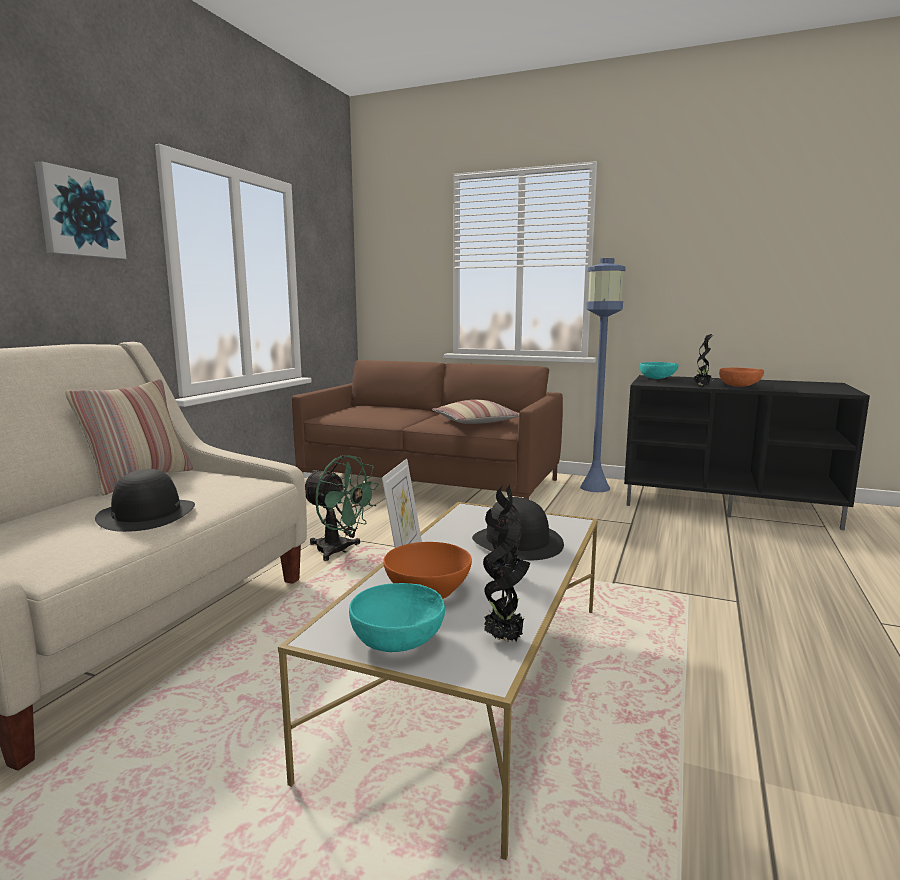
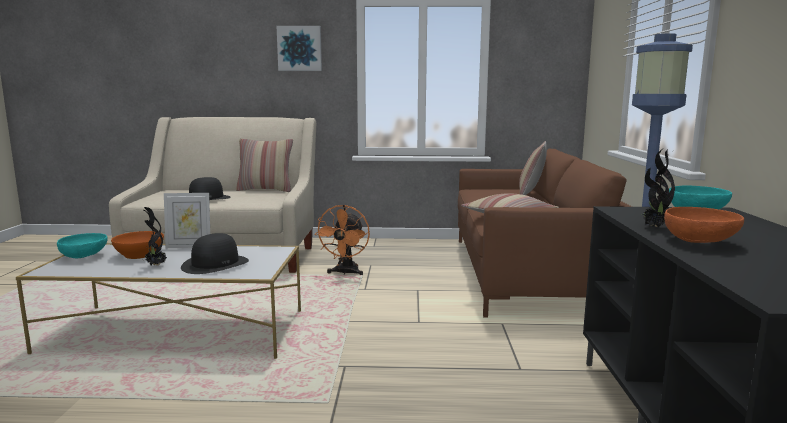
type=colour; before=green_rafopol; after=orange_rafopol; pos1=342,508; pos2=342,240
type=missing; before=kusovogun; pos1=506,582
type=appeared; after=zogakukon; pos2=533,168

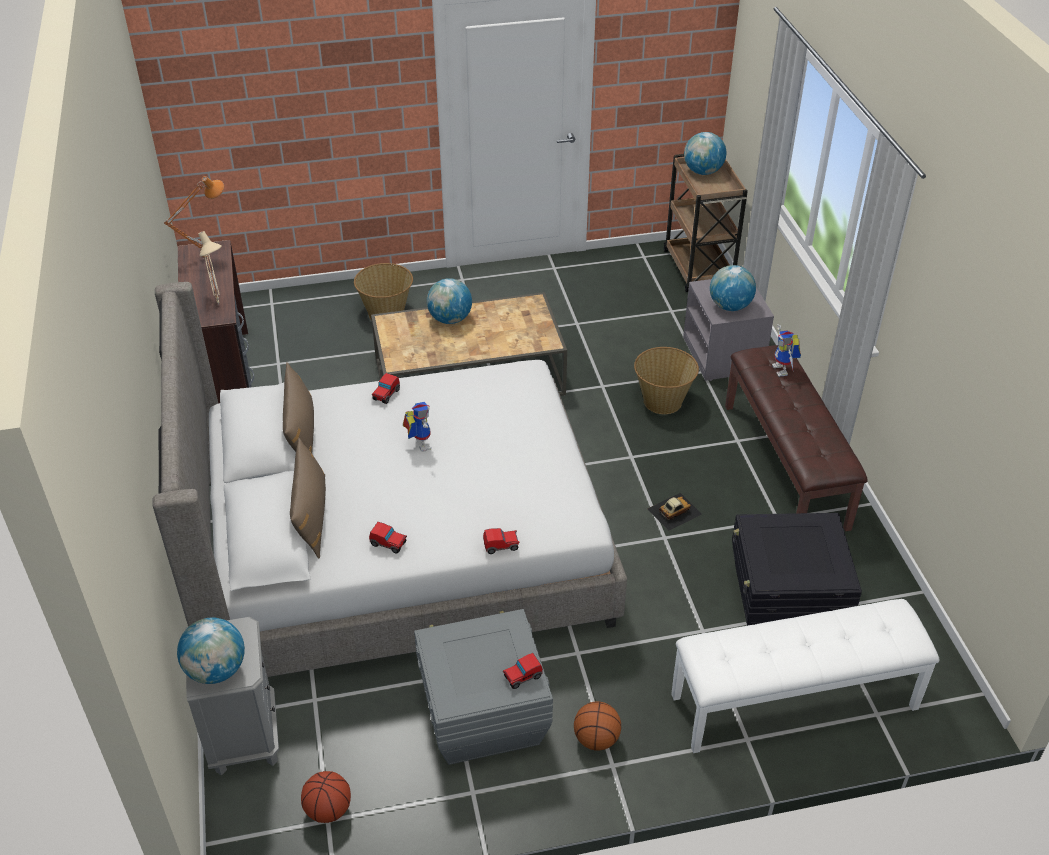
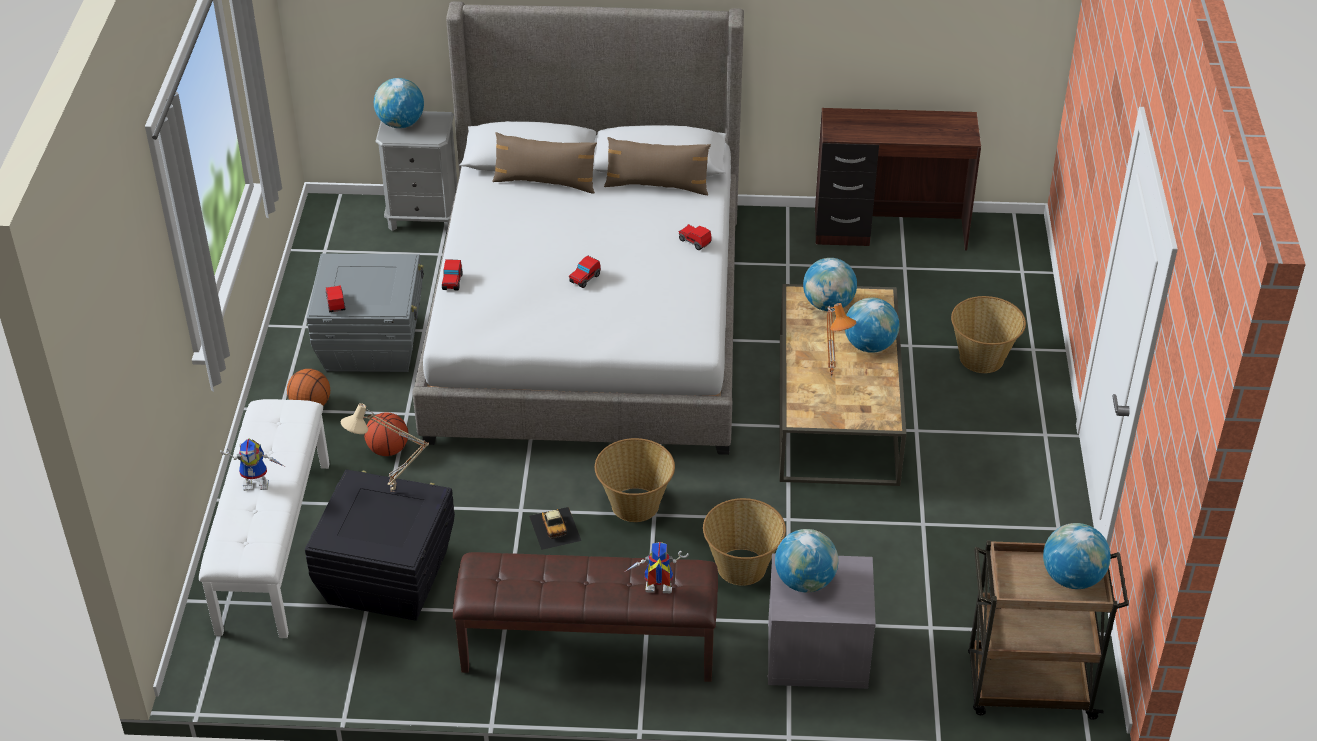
type=relocated; before=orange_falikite; pos1=194,217; pos2=841,340
type=relocated; before=beige_falikite; pos1=210,268; pos2=385,447
type=relocated; before=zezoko; pos1=326,797; pos2=386,434
type=relocated; before=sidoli; pos1=388,538; pos2=585,271
type=relocated; before=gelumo; pos1=417,427; pos2=252,464
type=appeared; after=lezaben; pos2=635,480
type=appeared; after=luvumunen; pos2=830,284

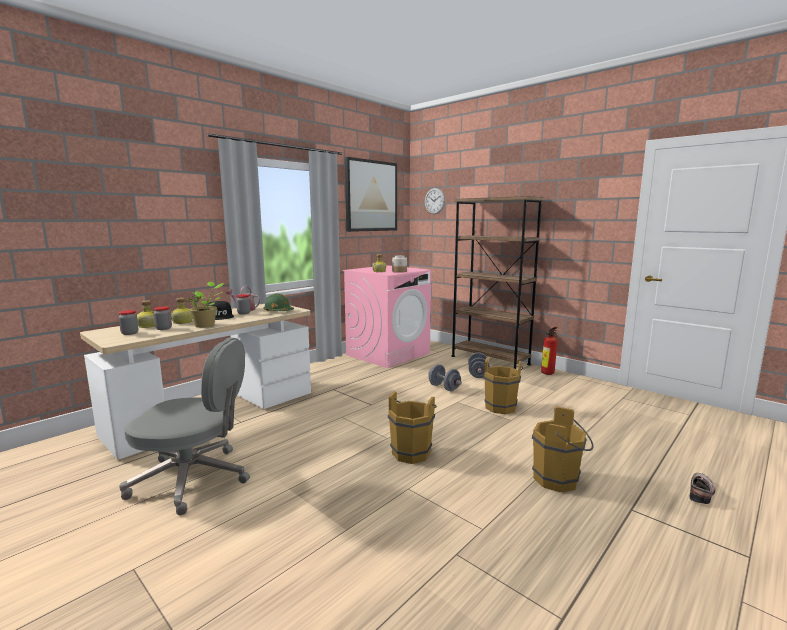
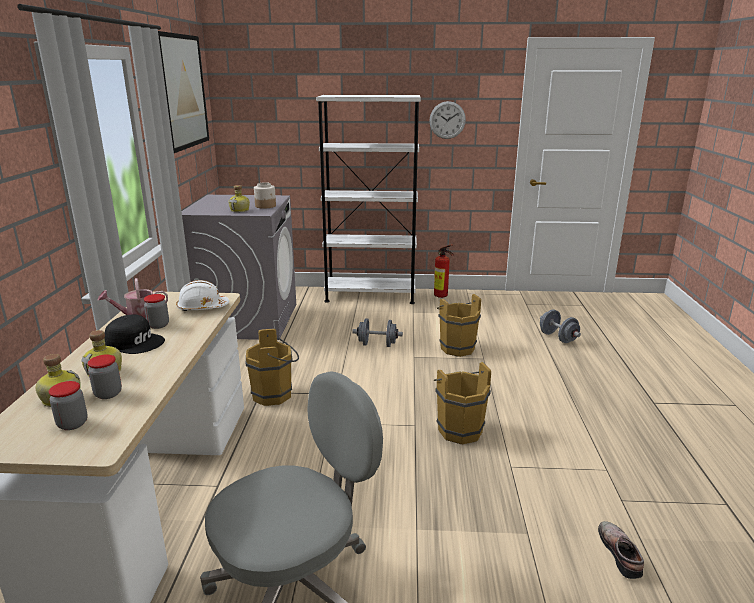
type=missing; before=kusovogun; pos1=205,305
type=colour; before=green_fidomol; after=white_fidomol; pos1=278,302; pos2=202,295
type=colour; before=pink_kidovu; after=grey_kidovu; pos1=387,316; pos2=238,267
type=relocated; before=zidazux; pos1=435,201; pos2=447,120
type=colour; before=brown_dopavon; after=white_dopavon; pos1=497,282; pos2=368,199
type=relocated; before=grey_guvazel; pos1=479,365; pos2=560,326
type=relocated; before=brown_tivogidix; pos1=563,449; pos2=272,367
type=relocated; before=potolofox; pos1=702,488; pos2=621,550

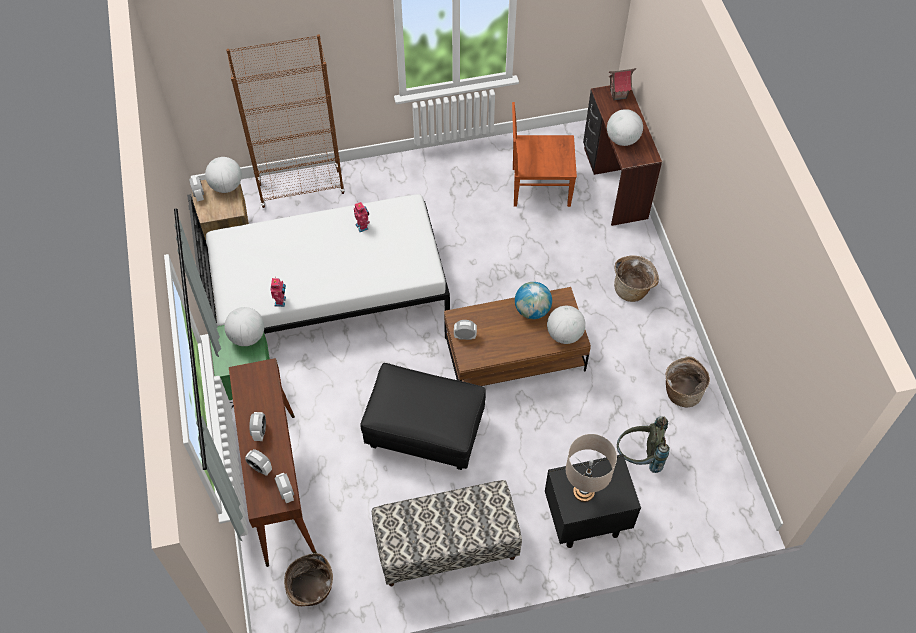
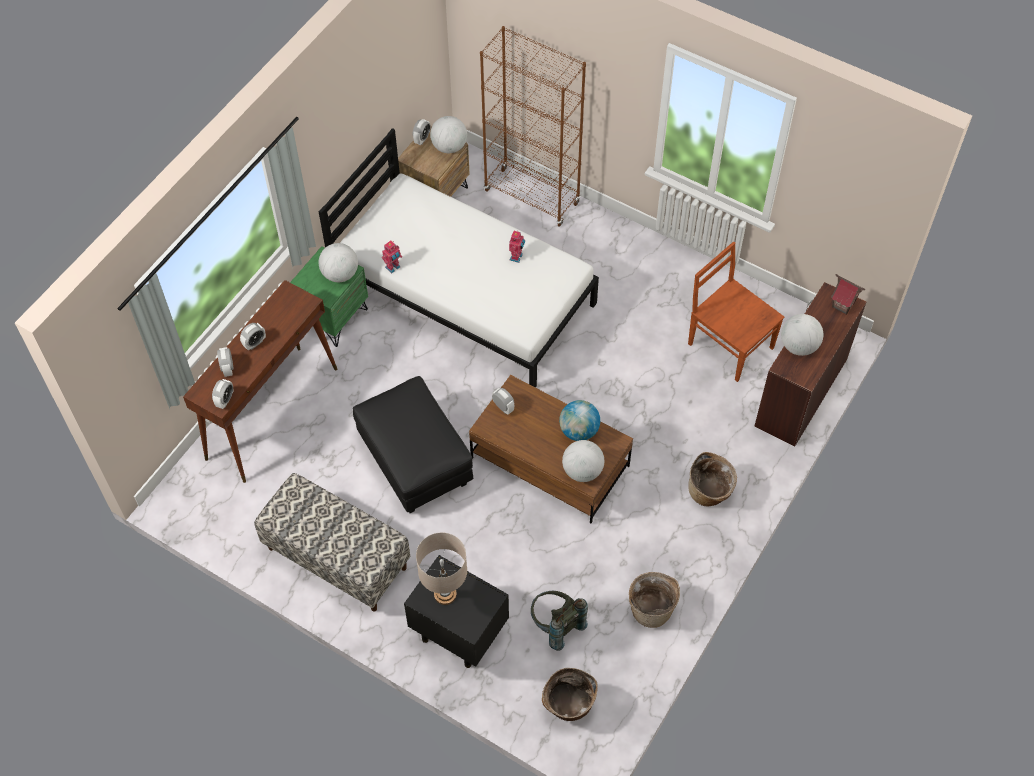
type=relocated; before=lezaben; pos1=308,579; pos2=570,694

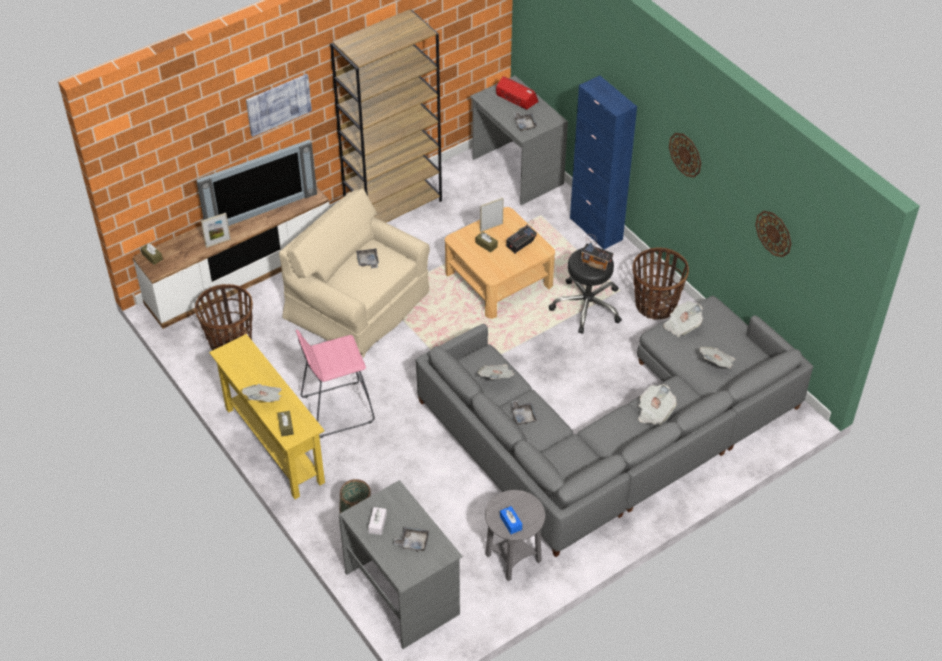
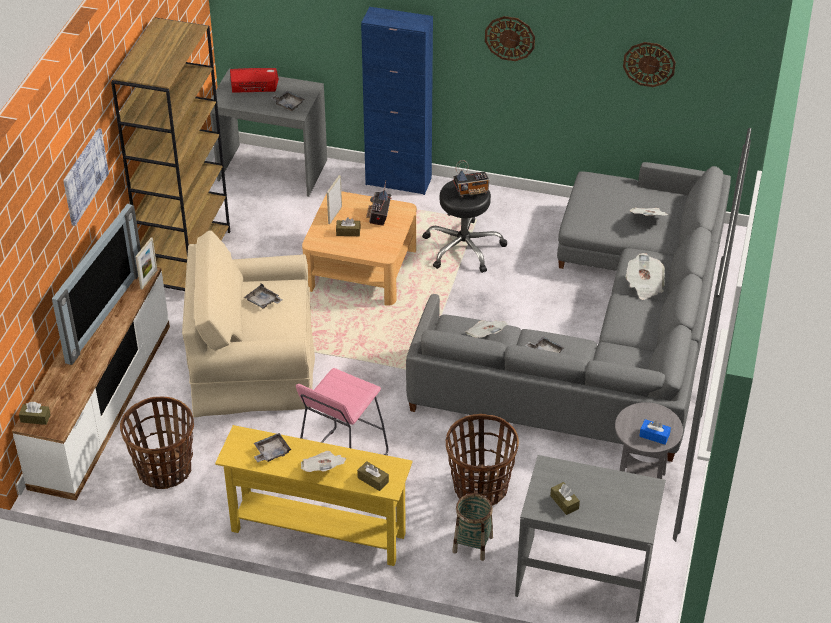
type=relocated; before=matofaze; pos1=216,230; pos2=146,263
type=colour; before=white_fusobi; after=brown_fusobi; pos1=377,521; pos2=565,498
type=relocated; before=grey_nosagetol; pos1=411,539; pos2=272,447
type=relocated; before=lezaben; pos1=660,283; pos2=482,459
type=missing; before=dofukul; pos1=683,319

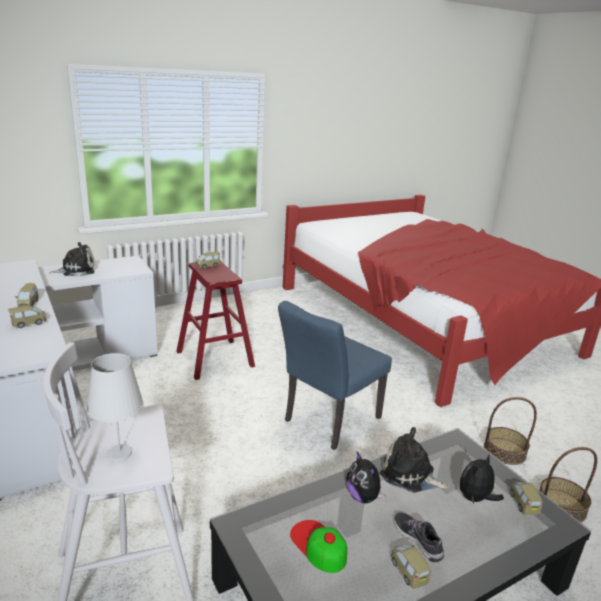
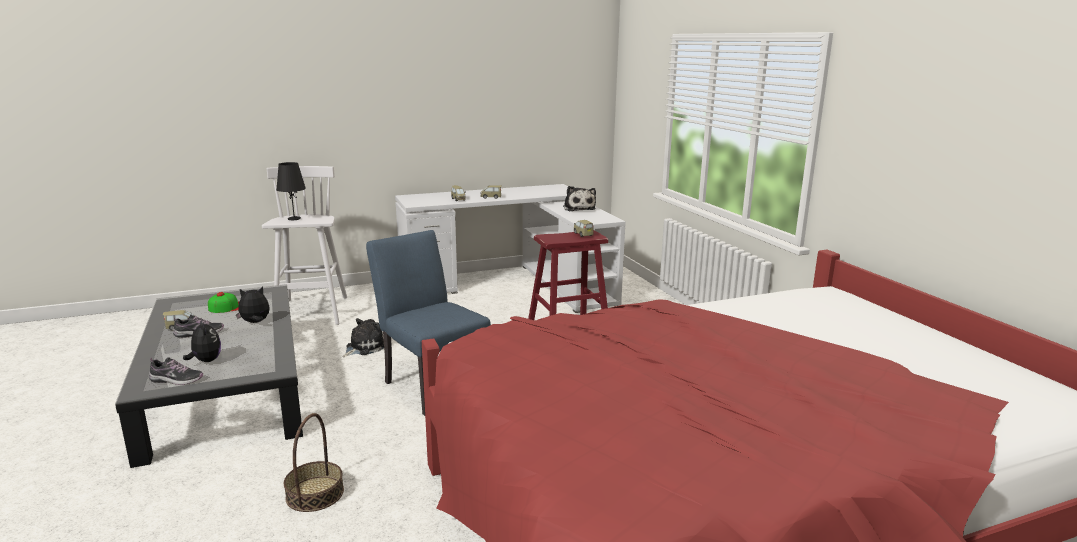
type=colour; before=white_falikite; after=black_falikite; pos1=115,407; pos2=291,191
type=relocated; before=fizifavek; pos1=414,460; pos2=363,337
type=exchanged; before=sidoli; after=potolofox; pos1=526,498; pos2=176,371
type=missing; before=lezaben; pos1=568,484

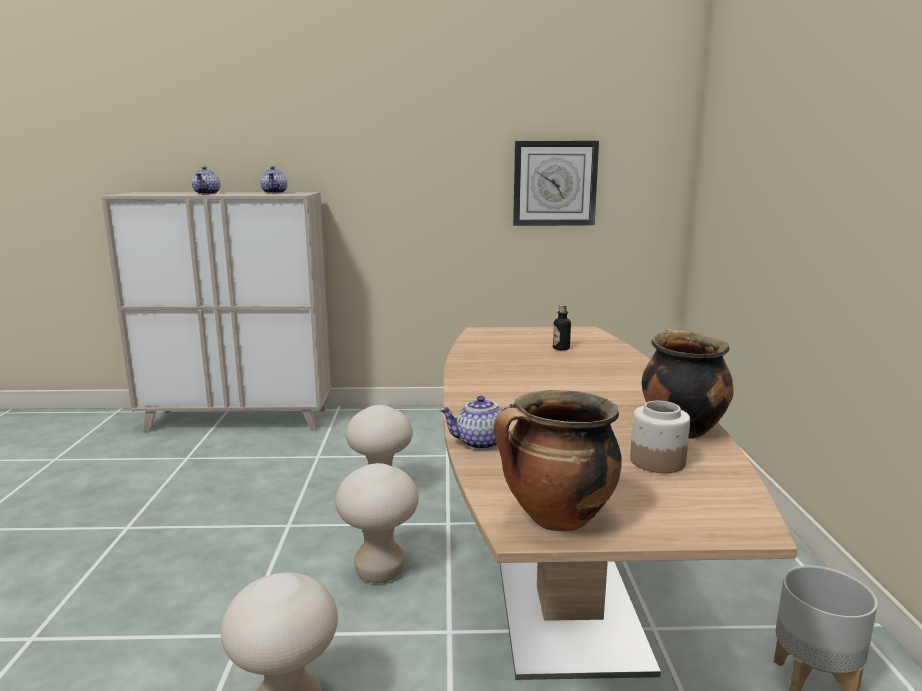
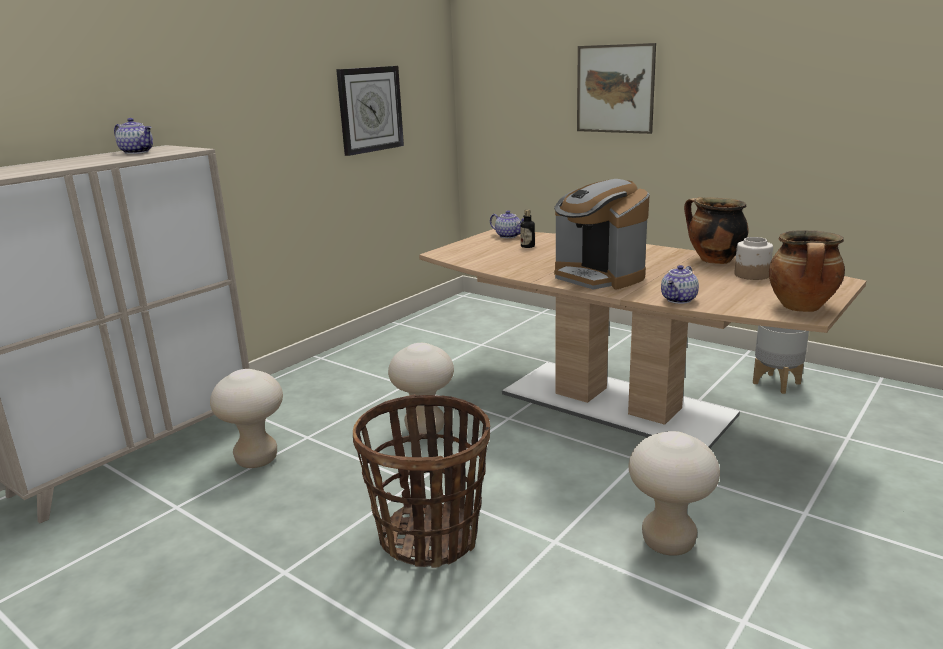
type=relocated; before=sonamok; pos1=206,180; pos2=507,224
type=relocated; before=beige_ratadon; pos1=377,523; pos2=246,418
type=appeared; after=lezaben; pos2=421,481
type=appeared; after=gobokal; pos2=602,234
type=appeared; after=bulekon; pos2=616,88

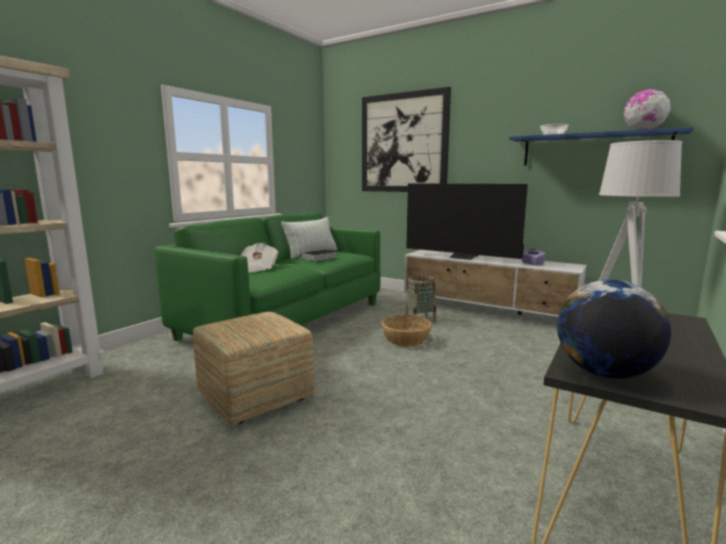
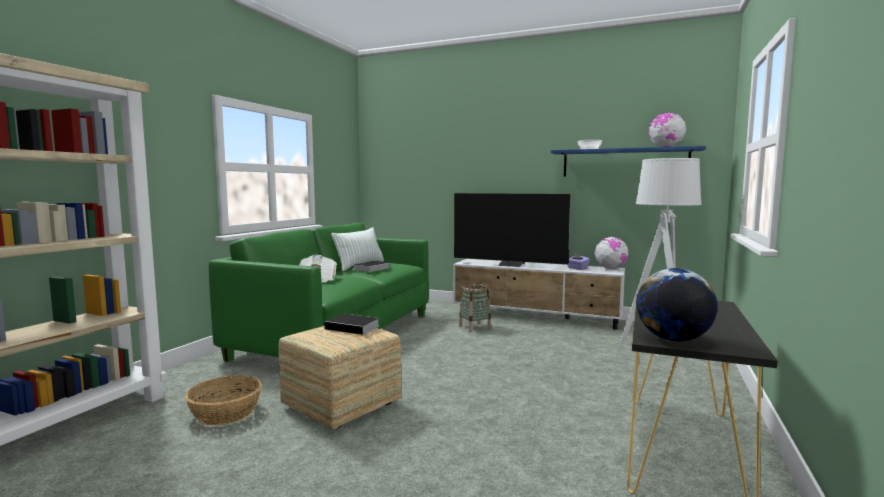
type=missing; before=bulekon; pos1=406,139
type=relocated; before=lezaben; pos1=406,331; pos2=223,400
type=appeared; after=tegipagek; pos2=351,324
type=appeared; after=luvumunen; pos2=611,253

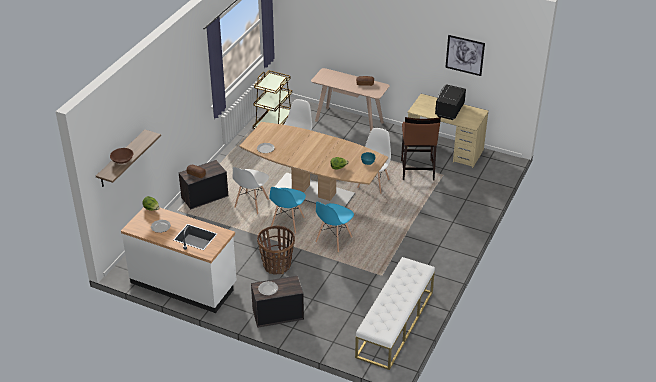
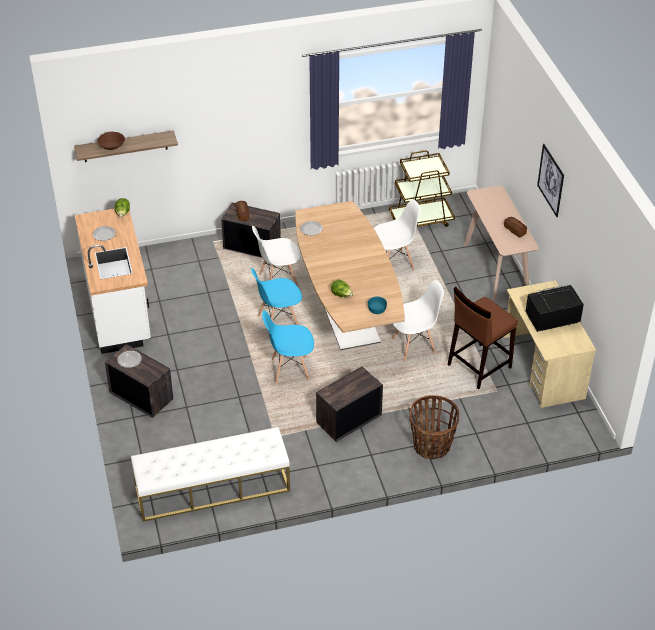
type=relocated; before=lezaben; pos1=276,250; pos2=434,427
type=relocated; before=bulekon; pos1=465,55; pos2=550,180
type=appeared; after=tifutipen; pos2=349,404

